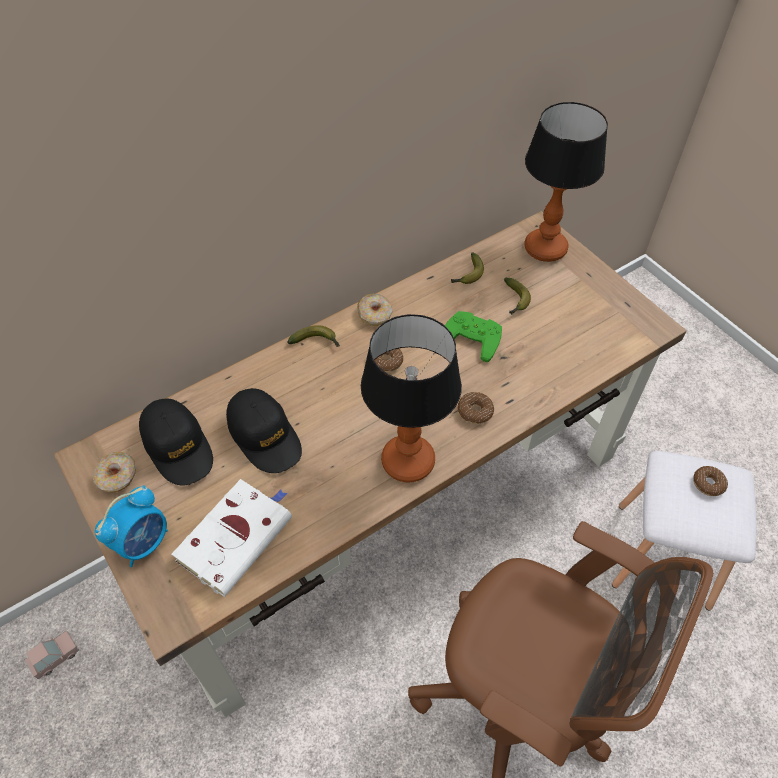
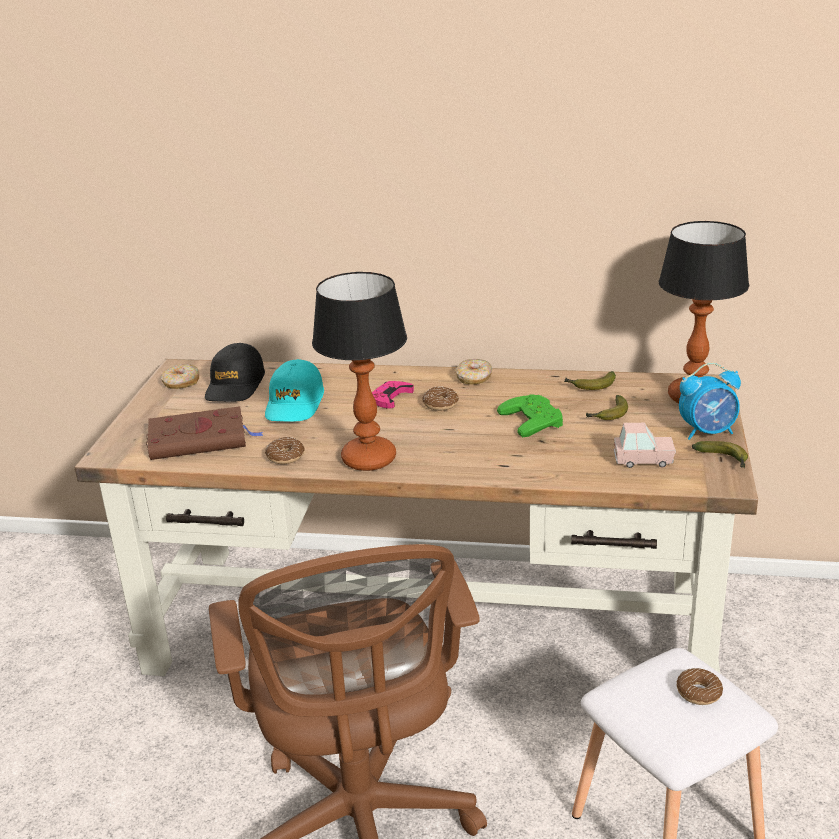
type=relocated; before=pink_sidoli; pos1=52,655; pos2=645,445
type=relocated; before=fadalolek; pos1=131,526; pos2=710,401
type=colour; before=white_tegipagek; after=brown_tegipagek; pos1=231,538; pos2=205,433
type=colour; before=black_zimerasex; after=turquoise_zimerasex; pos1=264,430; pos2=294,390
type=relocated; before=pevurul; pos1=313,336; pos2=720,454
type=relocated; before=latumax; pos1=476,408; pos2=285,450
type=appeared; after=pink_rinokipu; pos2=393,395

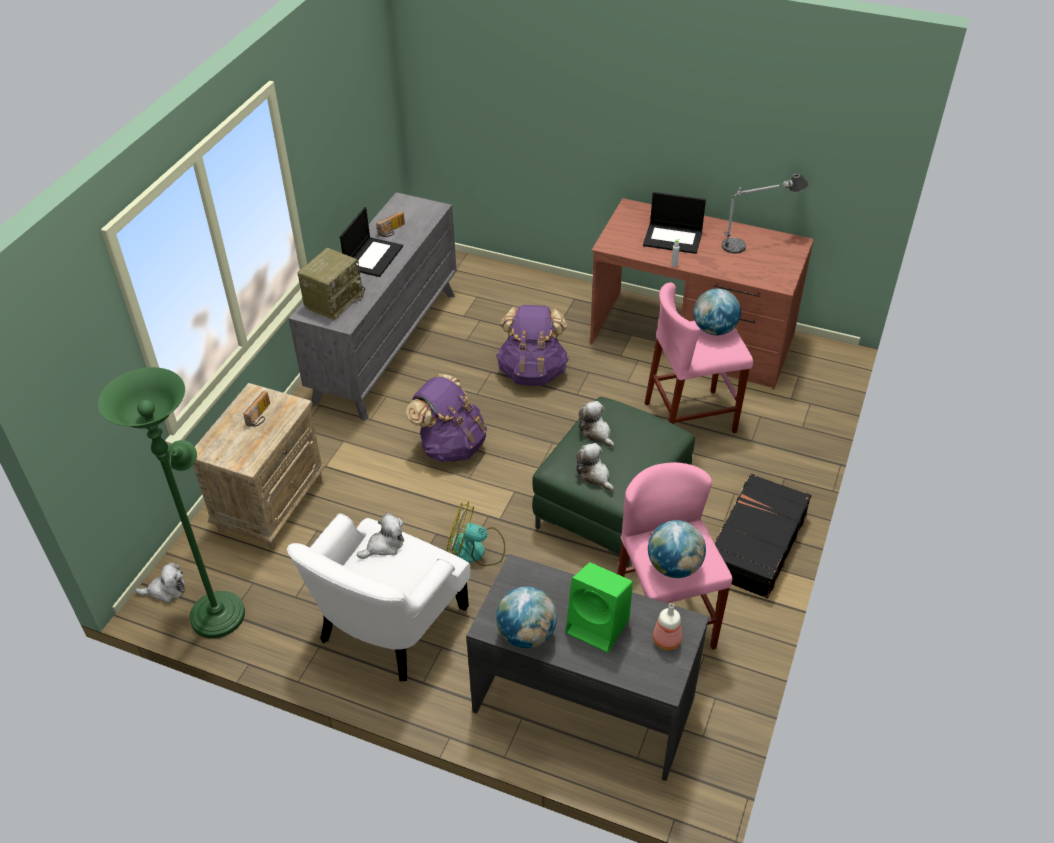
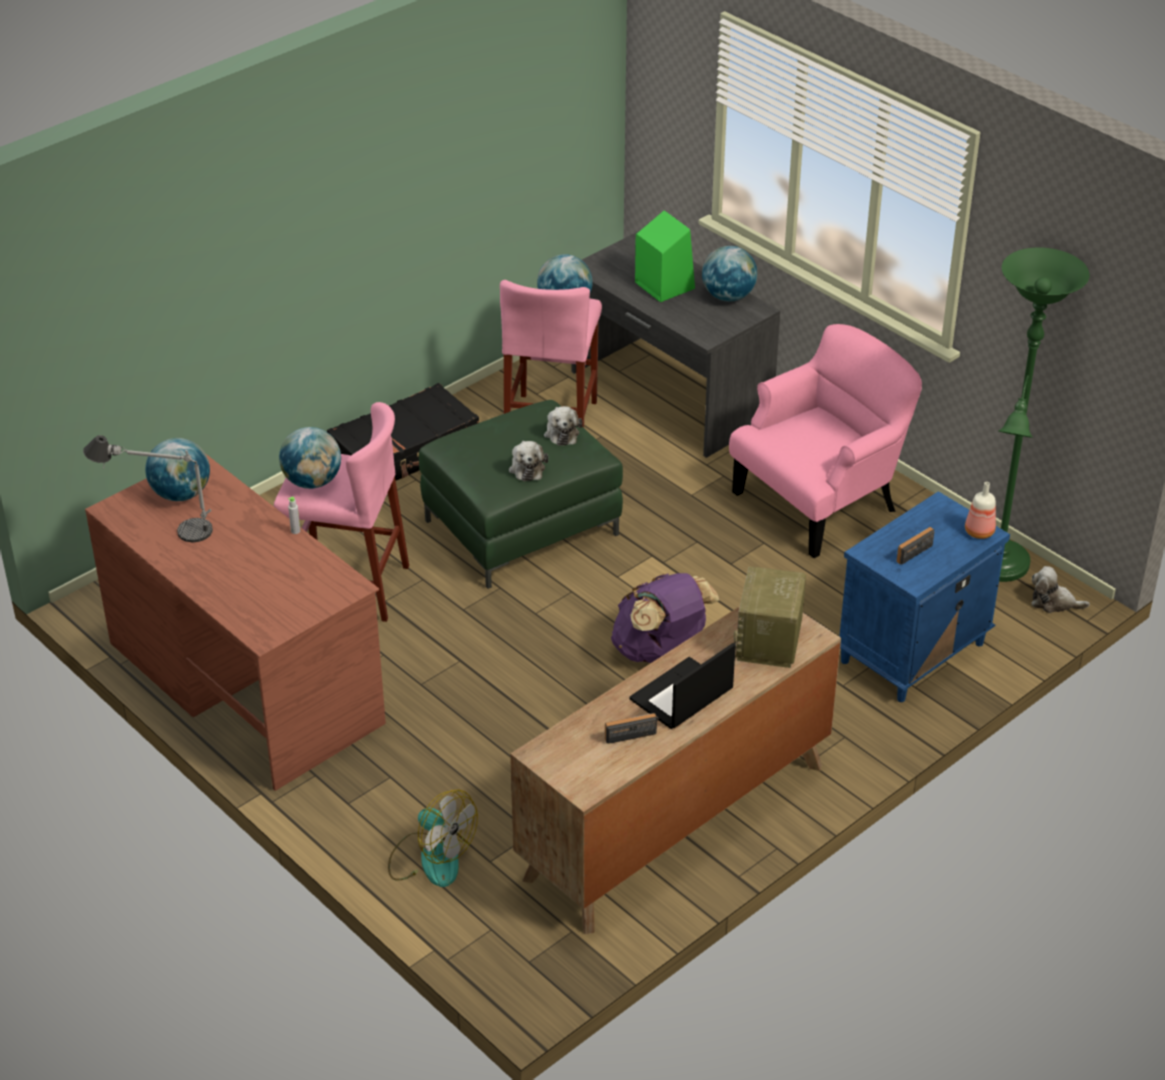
type=colour; before=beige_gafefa; after=blue_gafefa; pos1=259,466; pos2=924,596
type=colour; before=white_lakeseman; after=pink_lakeseman; pos1=379,597; pos2=825,441
type=colour; before=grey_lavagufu; after=brown_lavagufu; pos1=373,306; pos2=675,770
type=spun; before=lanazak; pos1=331,284; pos2=769,617; turn=-45
type=missing; before=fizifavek; pos1=380,536
type=relocated; before=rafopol; pos1=476,533; pos2=433,838
type=missing; before=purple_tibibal; pos1=532,345
type=missing; before=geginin; pos1=674,223
type=relocated; before=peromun; pos1=667,626; pos2=980,510
type=appeared; after=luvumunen; pos2=177,469

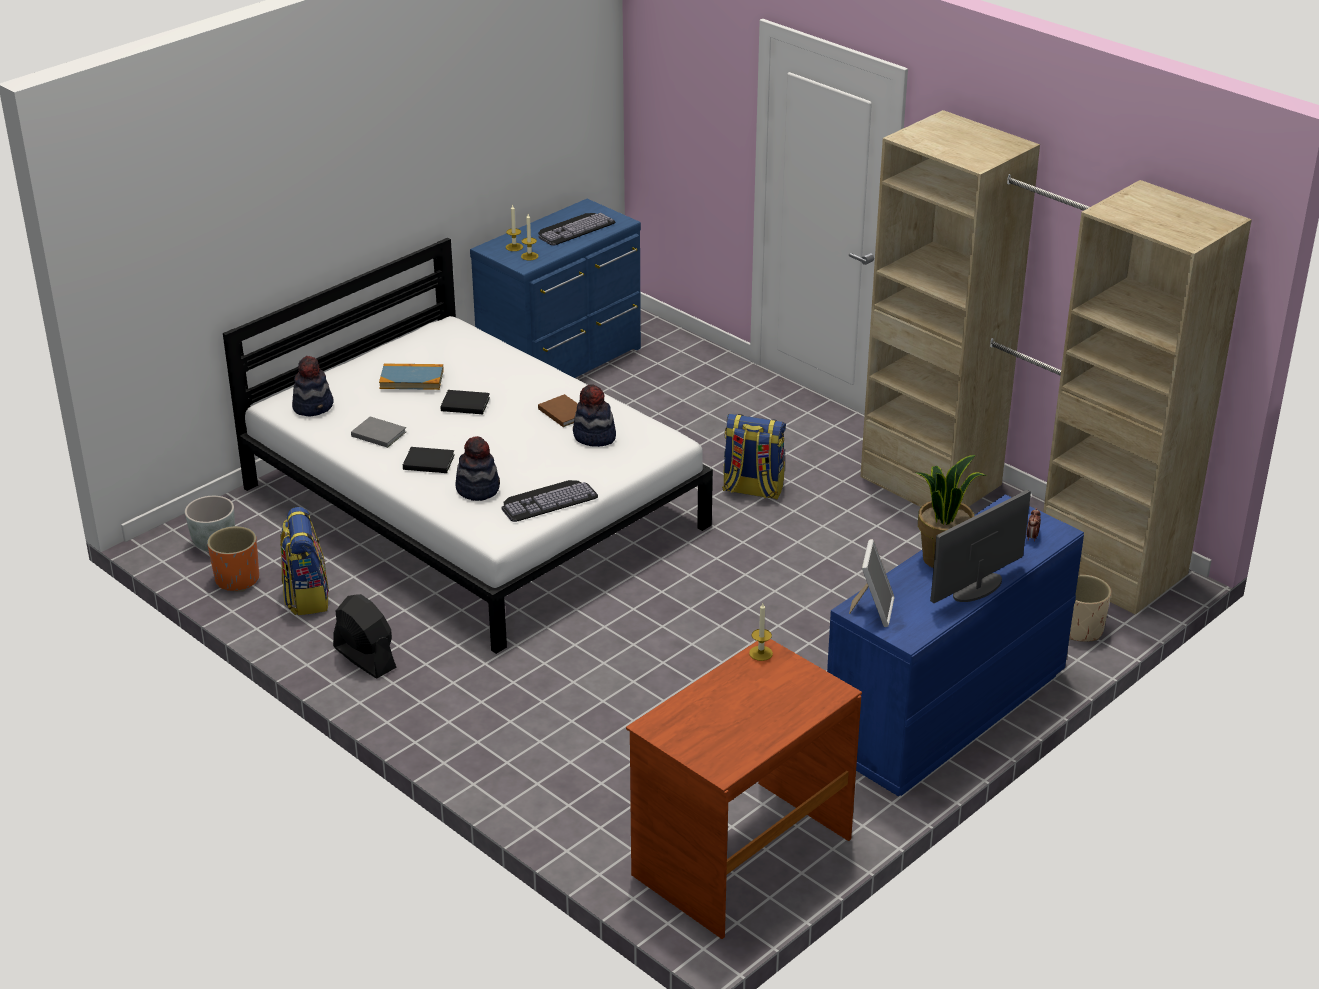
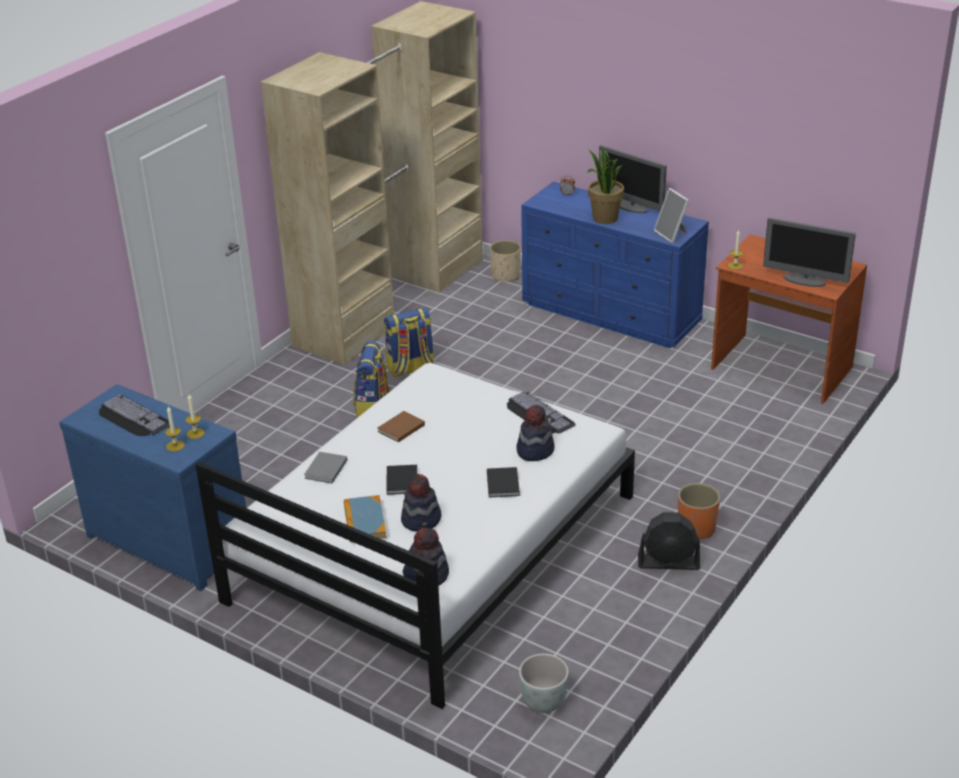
type=relocated; before=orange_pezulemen; pos1=233,559; pos2=699,511
type=relocated; before=tibibal; pos1=304,561; pos2=409,342
type=spun; before=black_rafopol; pos1=365,636; pos2=669,541; turn=-120
type=relocated; before=grey_tegipagek; pos1=378,432; pos2=325,468
type=relocated; before=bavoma; pos1=594,415; pos2=421,503
type=spun; before=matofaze; pos1=872,583; pos2=671,215; turn=-120
type=appeared; after=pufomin; pos2=809,252

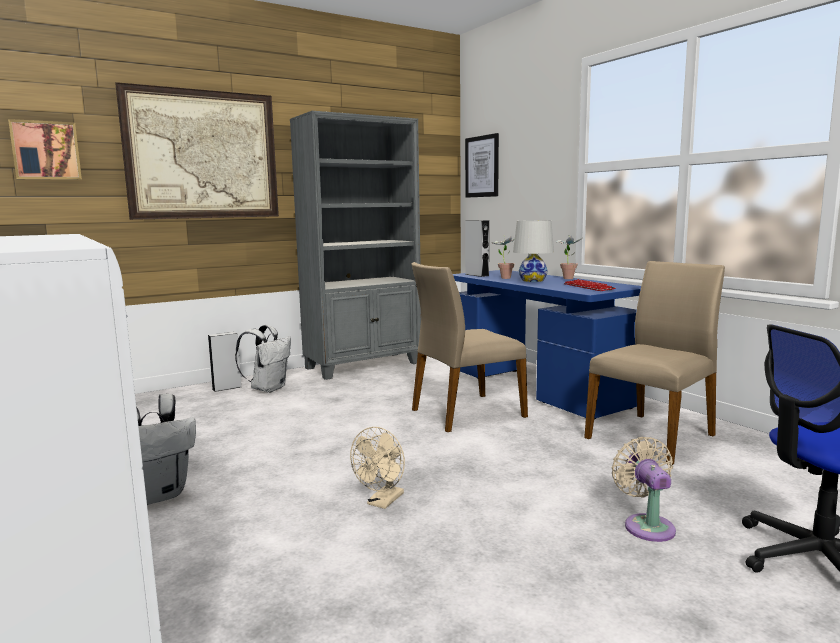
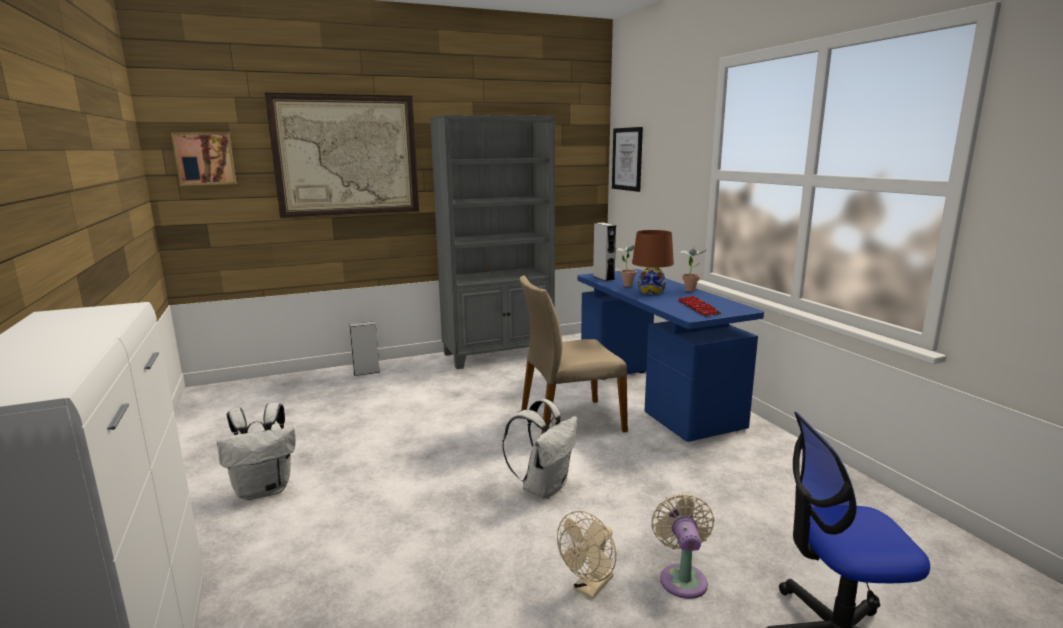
type=relocated; before=white_tibibal; pos1=263,359; pos2=539,449
type=relocated; before=beige_rafopol; pos1=377,468; pos2=586,555
type=colour; before=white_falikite; after=brown_falikite; pos1=533,251; pos2=653,262
type=missing; before=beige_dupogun; pos1=654,363

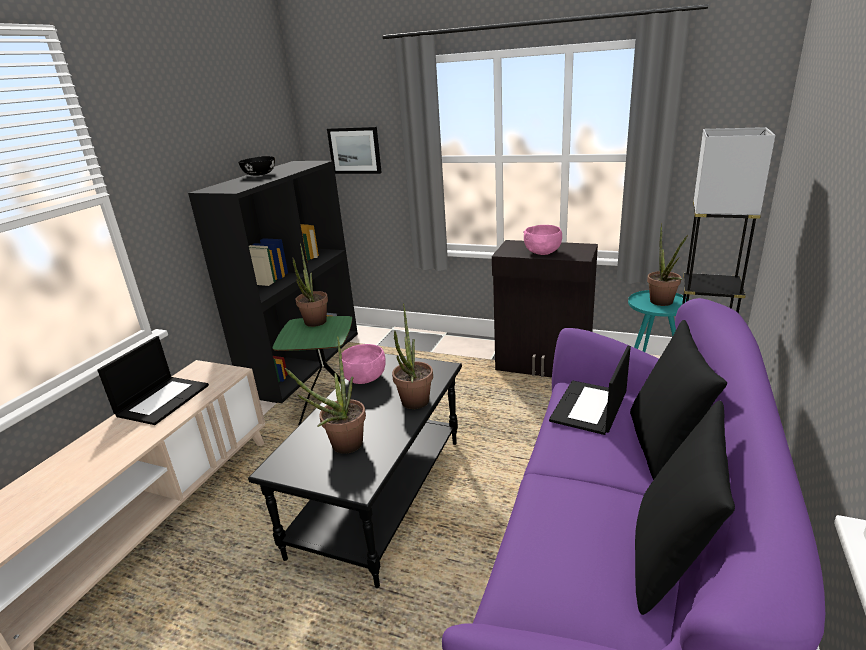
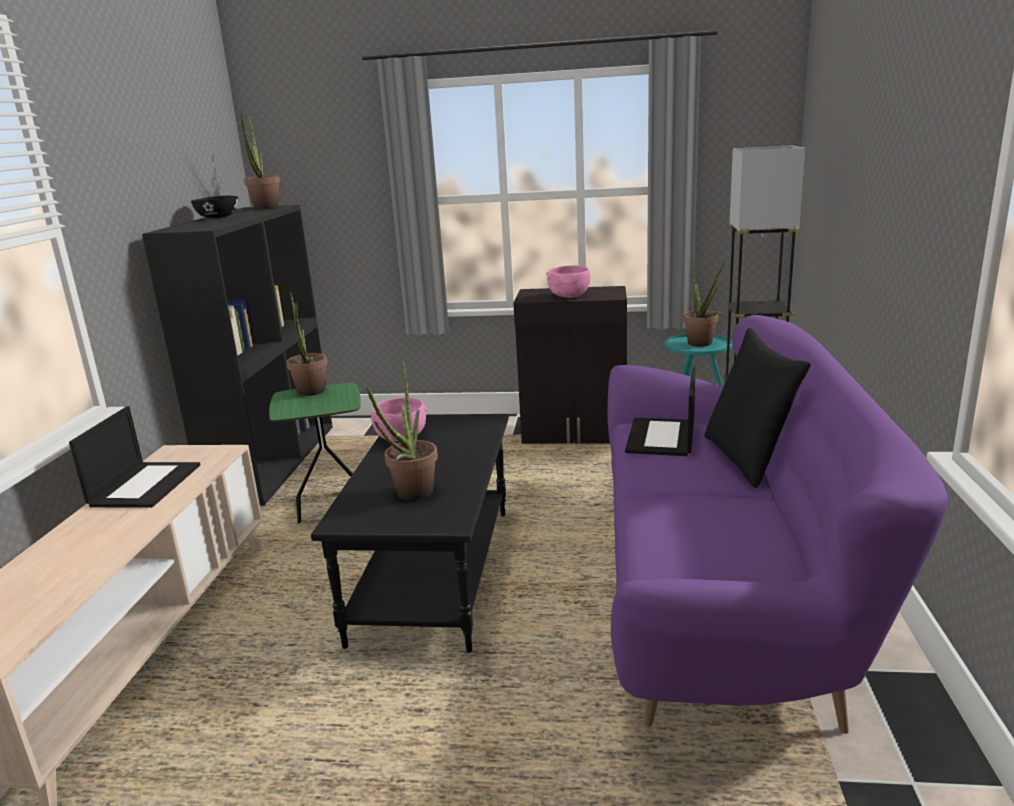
type=missing; before=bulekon; pos1=354,150
type=relocated; before=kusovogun; pos1=412,356; pos2=260,161
type=missing; before=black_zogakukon; pos1=685,508

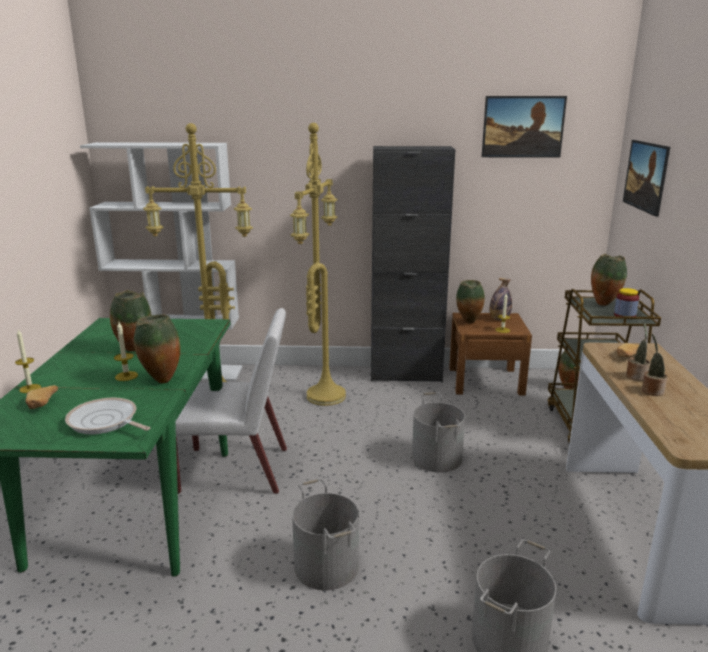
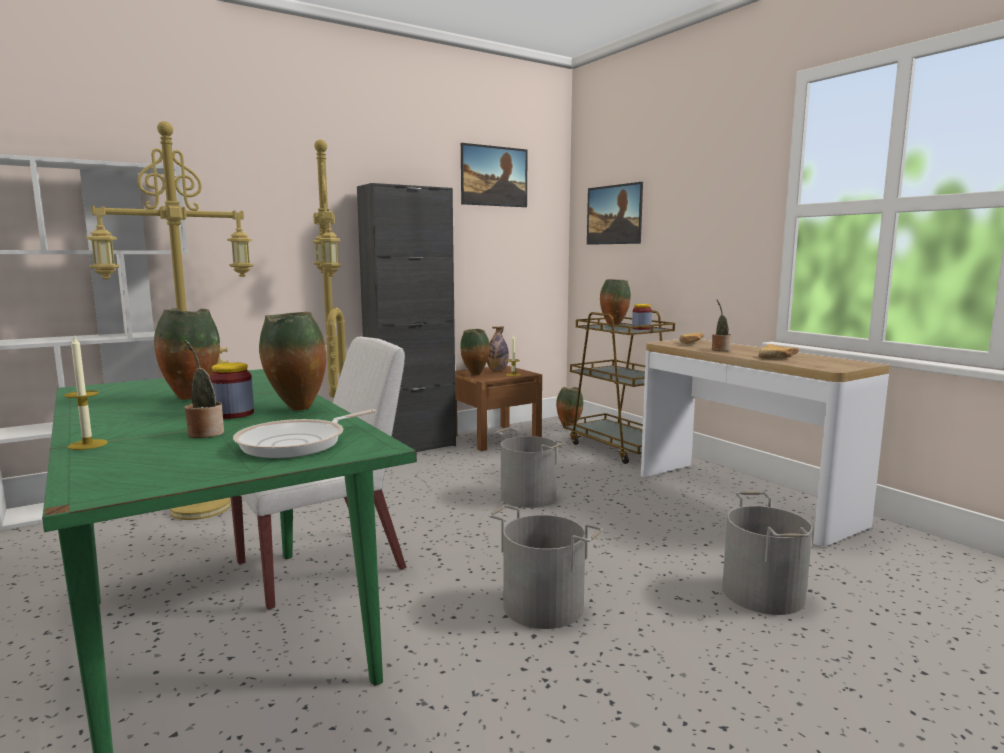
type=relocated; before=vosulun; pos1=41,397; pos2=779,351
type=spun; before=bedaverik; pos1=108,416; pos2=305,433; turn=-45
type=exchanged; before=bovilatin; after=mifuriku; pos1=126,351; pos2=232,391
type=relocated; before=kusovogun; pos1=654,365; pos2=204,389

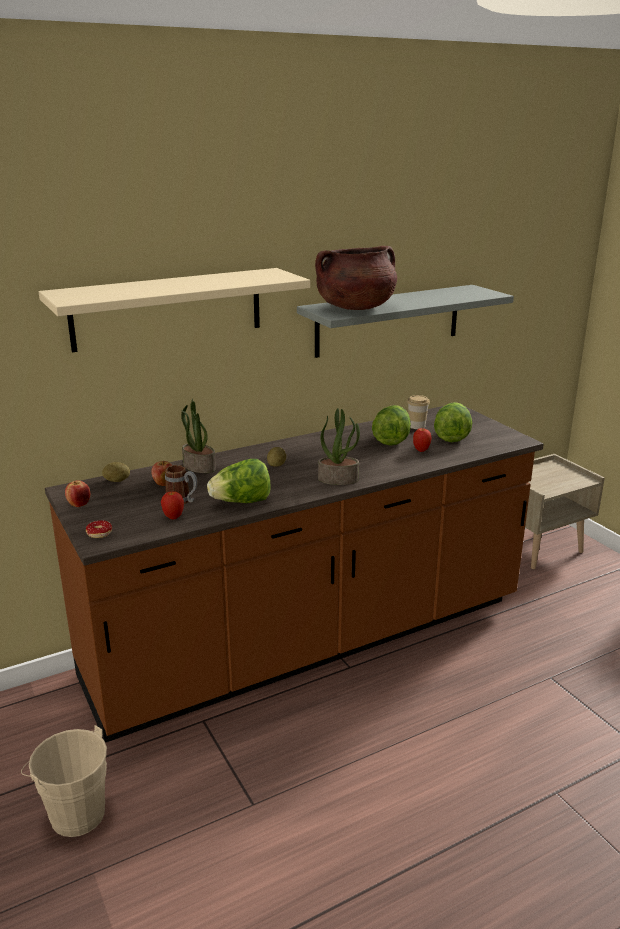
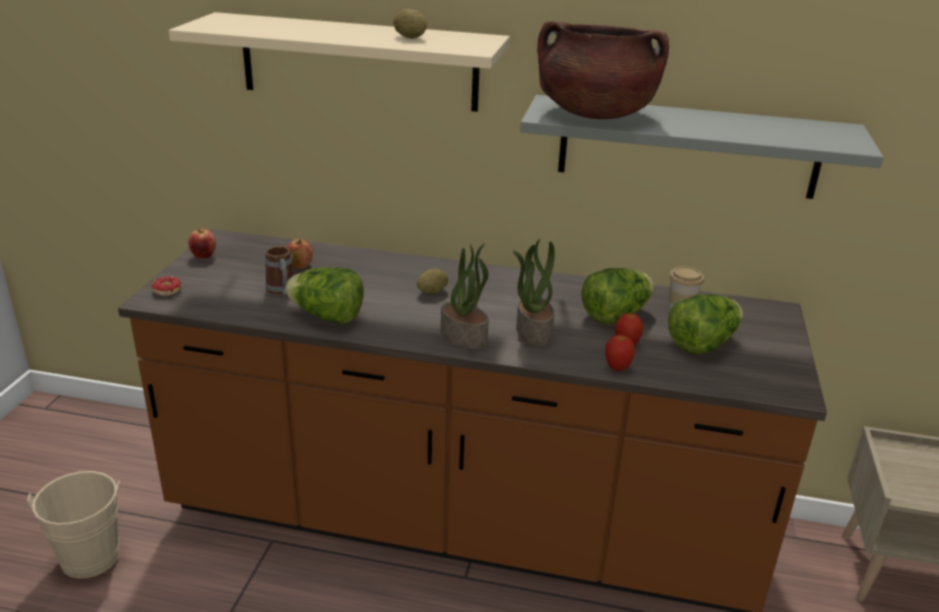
type=relocated; before=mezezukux; pos1=116,472; pos2=410,24
type=relocated; before=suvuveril; pos1=172,504; pos2=620,353
type=relocated; before=kusovogun; pos1=198,436; pos2=534,292

